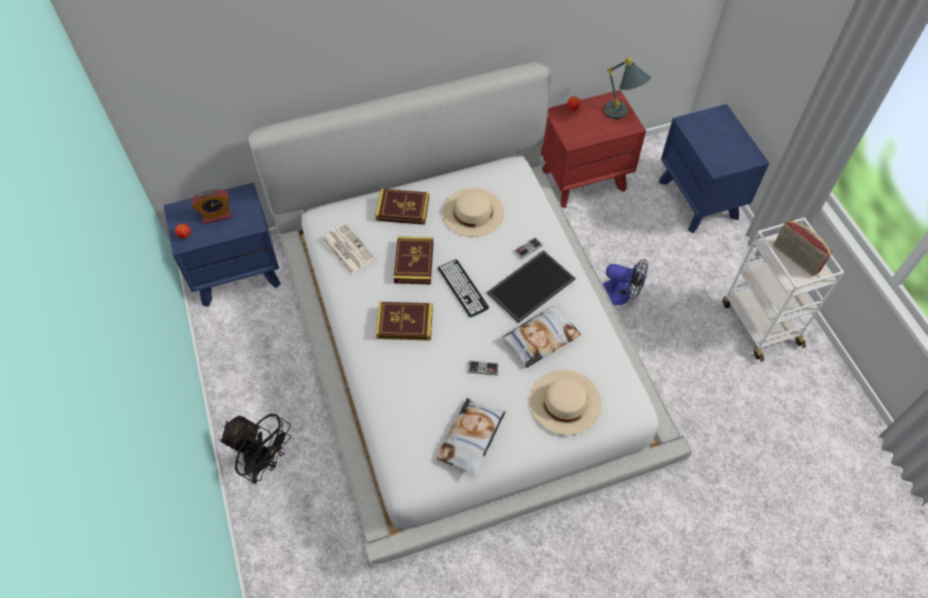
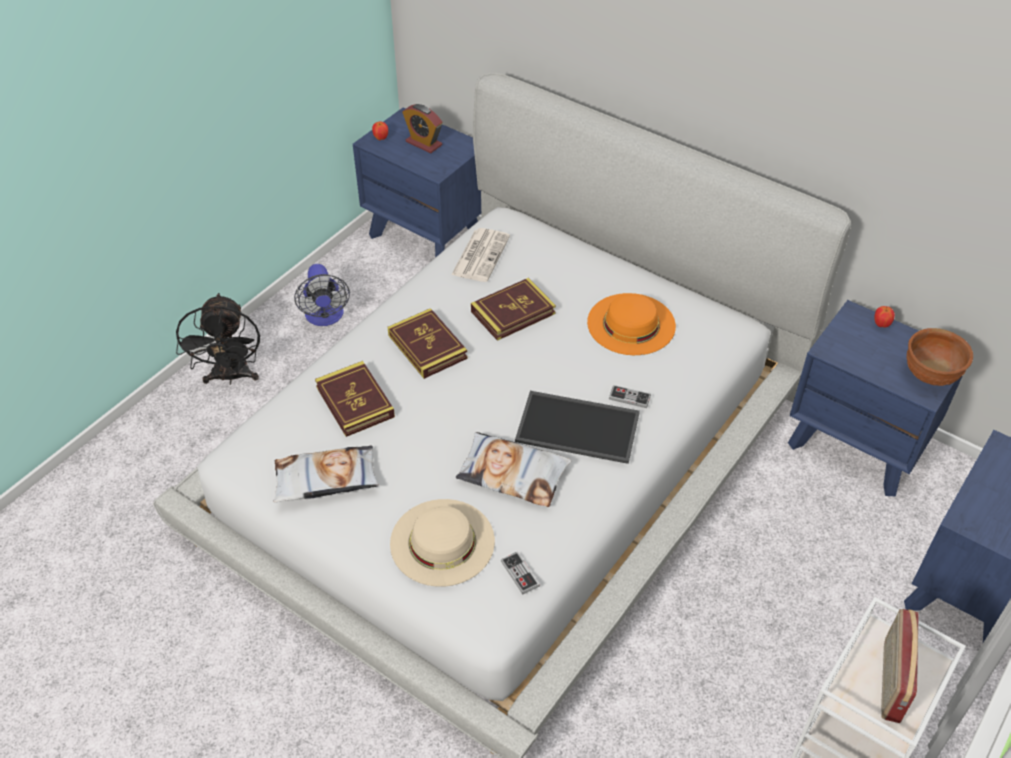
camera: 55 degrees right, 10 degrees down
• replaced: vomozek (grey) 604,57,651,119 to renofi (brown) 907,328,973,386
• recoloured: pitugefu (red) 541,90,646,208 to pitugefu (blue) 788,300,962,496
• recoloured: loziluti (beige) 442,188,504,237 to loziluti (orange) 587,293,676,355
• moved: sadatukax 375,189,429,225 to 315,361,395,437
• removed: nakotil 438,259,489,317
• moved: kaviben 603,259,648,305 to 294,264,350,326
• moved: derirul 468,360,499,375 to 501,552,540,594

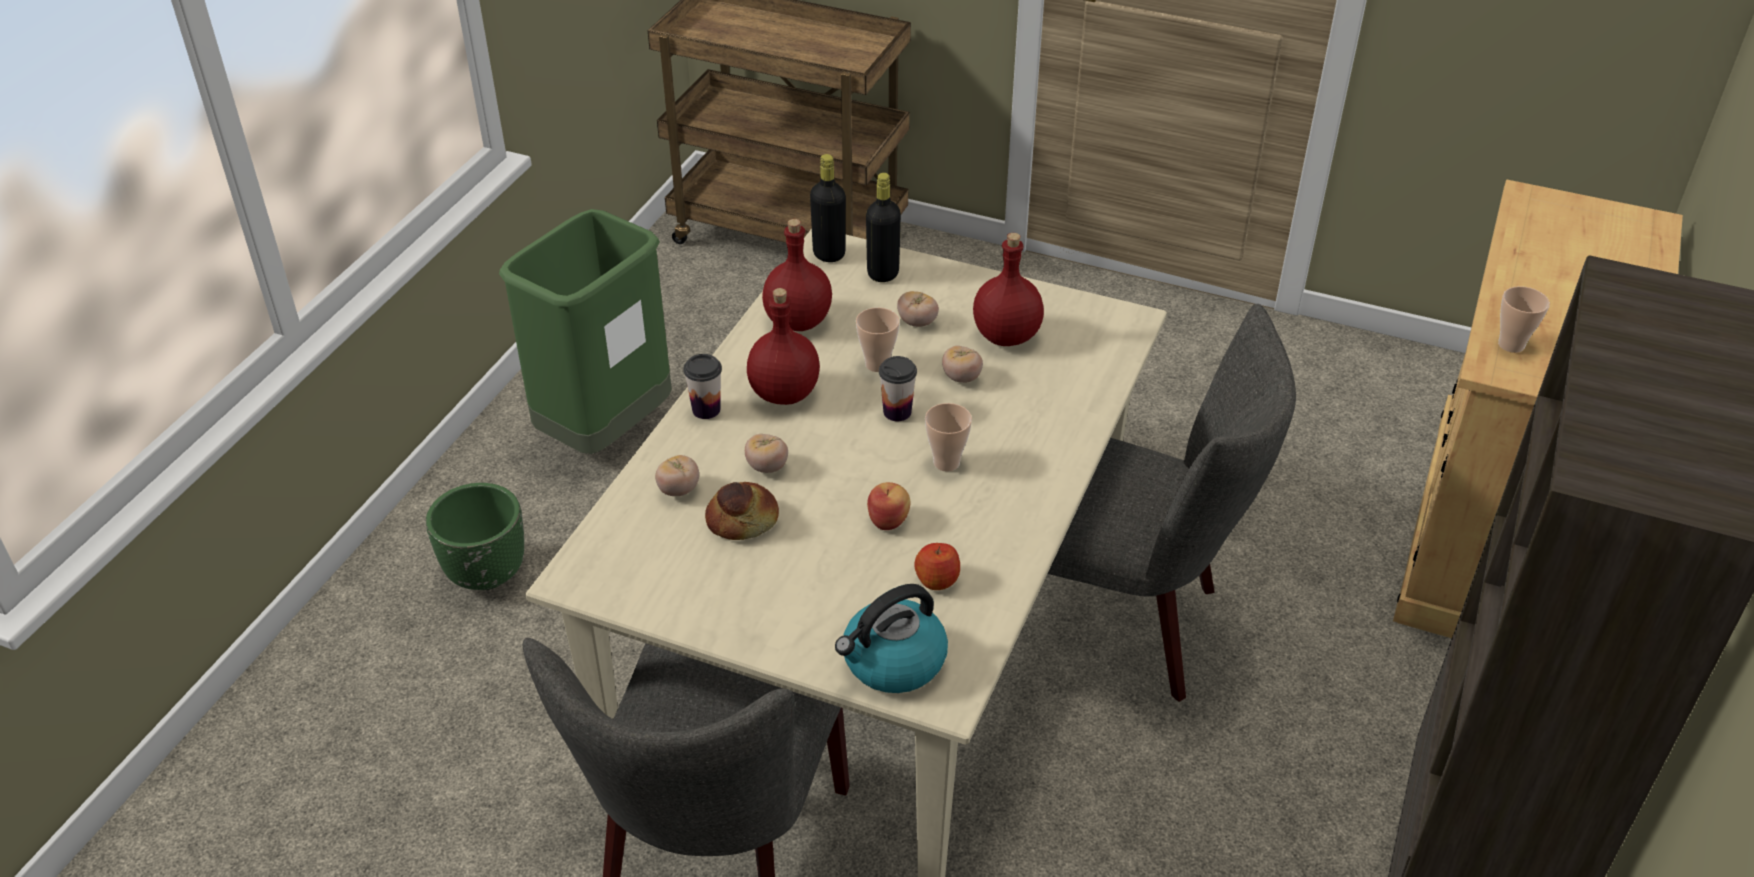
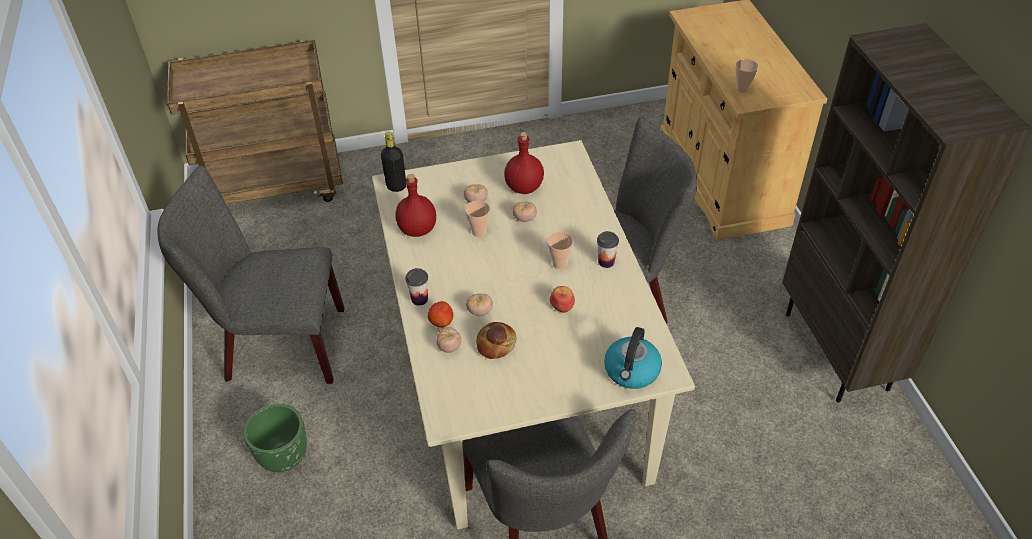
camera: 35 degrees left, 5 degrees up
• removed: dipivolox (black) 866,173,901,282
• replaced: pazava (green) 499,209,672,454 to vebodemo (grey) 157,166,344,384
• removed: dipivolox (red) 747,288,820,405
• moved: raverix 879,356,917,421 to 597,231,619,268
• moved: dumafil 914,543,960,590 to 428,301,453,328

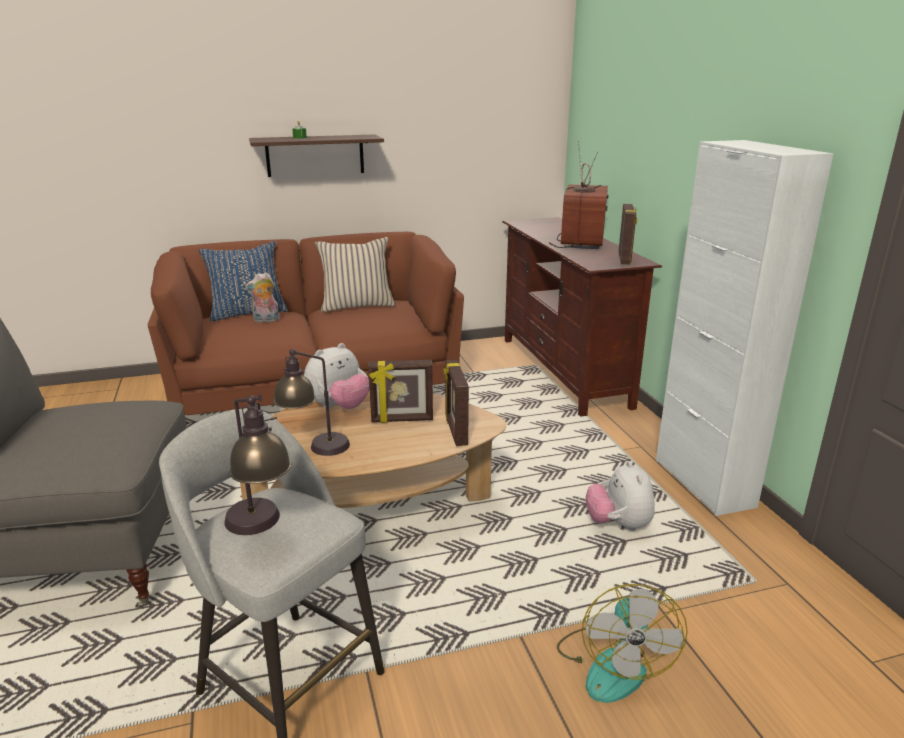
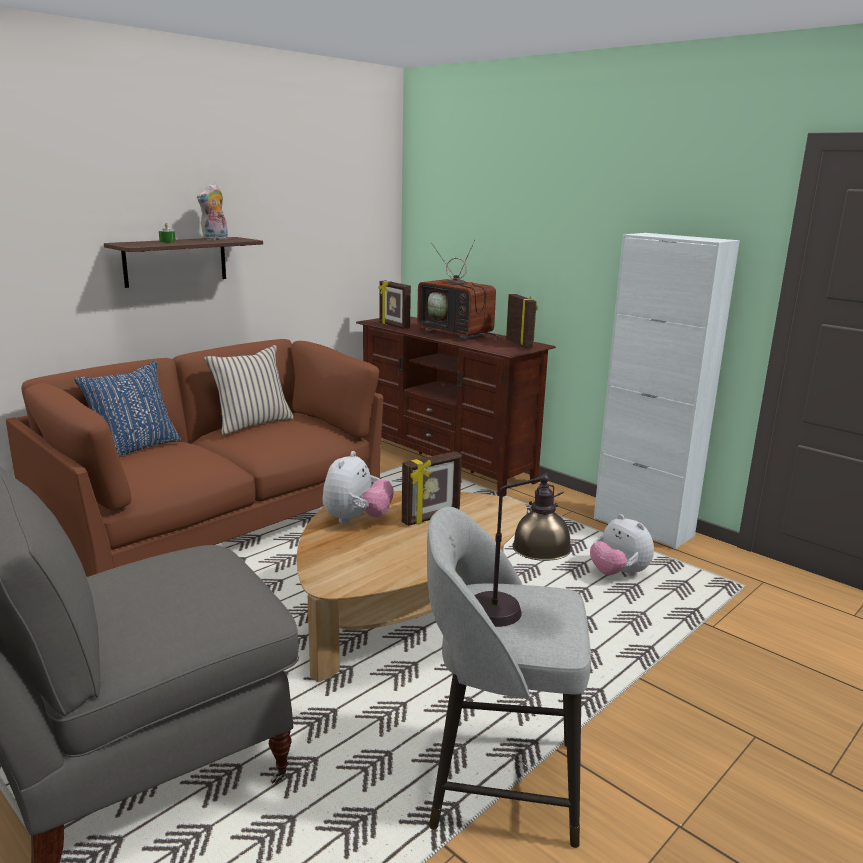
camera: 30 degrees left, 5 degrees down
• turned: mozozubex 549,141,609,249 = 417,240,498,340 150 degrees clockwise
• moved: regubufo 245,272,280,323 to 197,184,228,240
• removed: vomozek 273,349,350,456
• moved: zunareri 443,360,469,446 to 378,280,411,329
• removed: kaviben 557,584,688,703

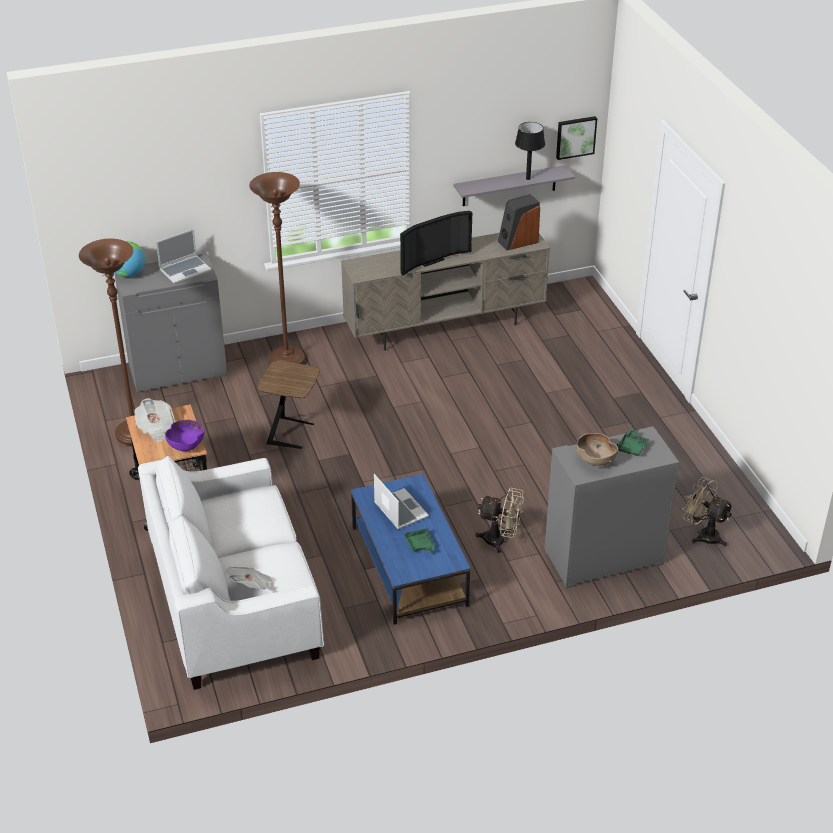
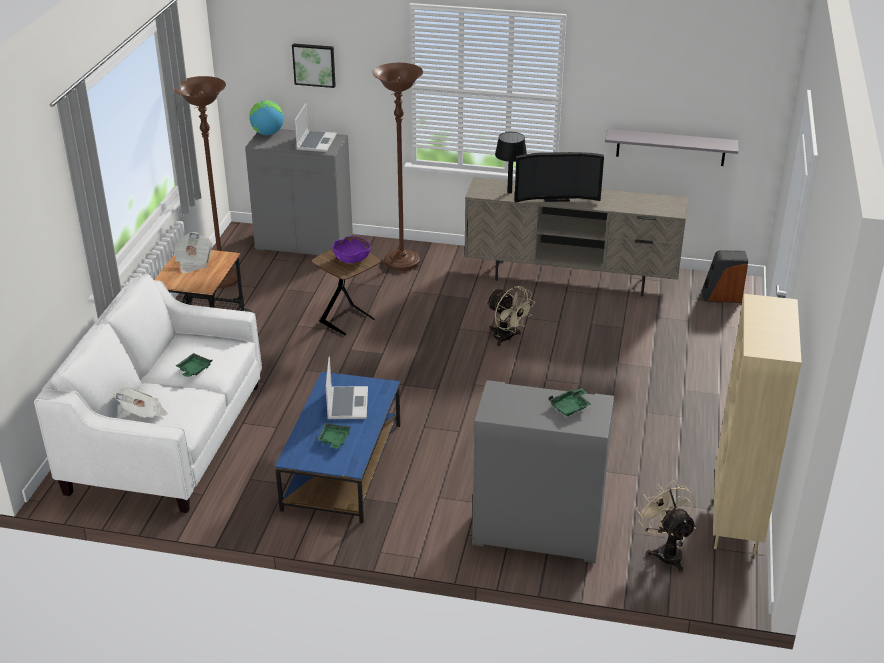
camera: 30 degrees right, 5 degrees down
• moved: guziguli 556,116,597,160 to 292,43,336,88
• moved: vomozek (black) 515,122,545,180 to 495,132,527,194
• moved: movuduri 498,194,540,250 to 702,250,748,303
• turned: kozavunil 156,229,212,284 = 295,103,337,152 75 degrees counterclockwise
• moved: renofi (purple) 165,420,205,451 to 332,236,371,263
• removed: renofi (brown) 576,433,618,466
• moved: kaviben (beige) 475,488,524,553 to 486,286,535,346
• added: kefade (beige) 713,294,802,555
• added: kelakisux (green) 176,353,213,377

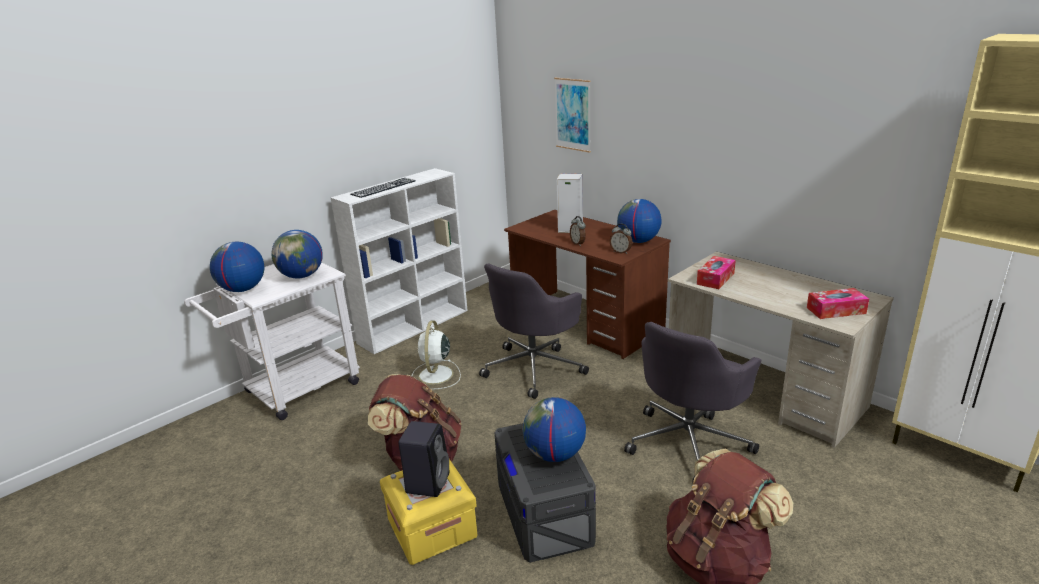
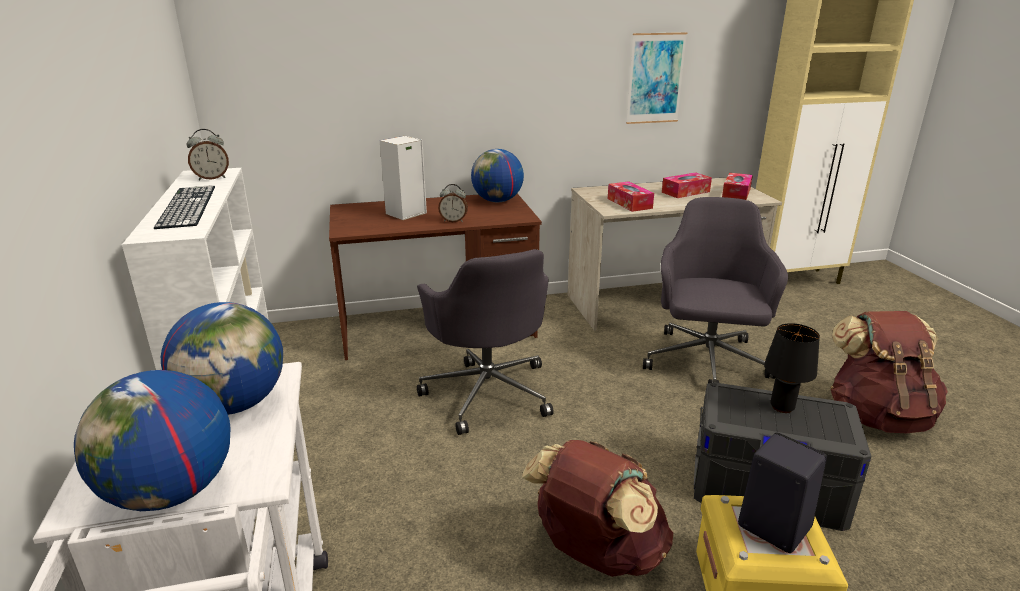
camera: 60 degrees left, 0 degrees up
• moved: guziguli 554,78,591,153 to 626,32,687,124
• moved: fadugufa 610,224,633,254 to 186,129,229,180
• removed: kaviben (white) 412,321,461,389
• turned: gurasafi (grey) 624,322,761,481 = 643,197,788,383 150 degrees counterclockwise
• replaced: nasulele 523,397,586,462 to vomozek (black) 764,323,820,413
• added: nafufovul 662,172,712,198

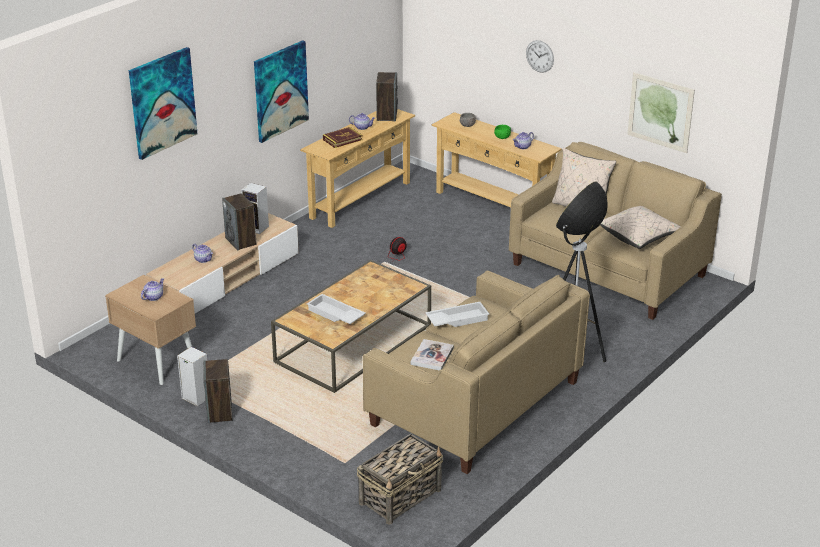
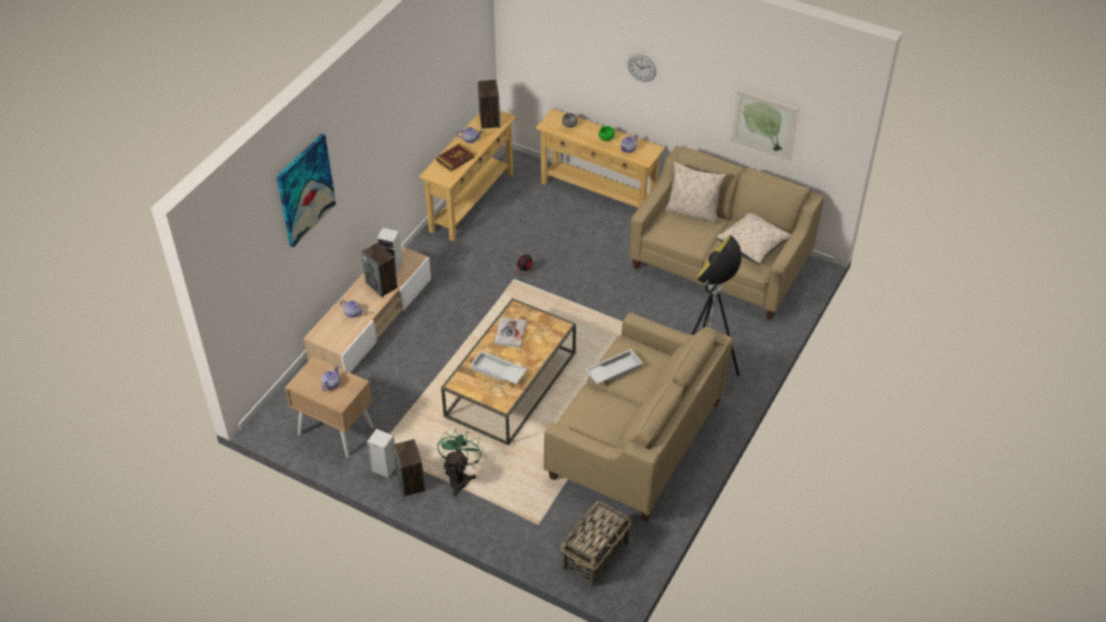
camera: 10 degrees left, 15 degrees up
• removed: guziguli 254,40,309,143
• moved: sadatukax 411,339,454,371 to 494,317,527,348
• added: kaviben (green) 437,429,483,497

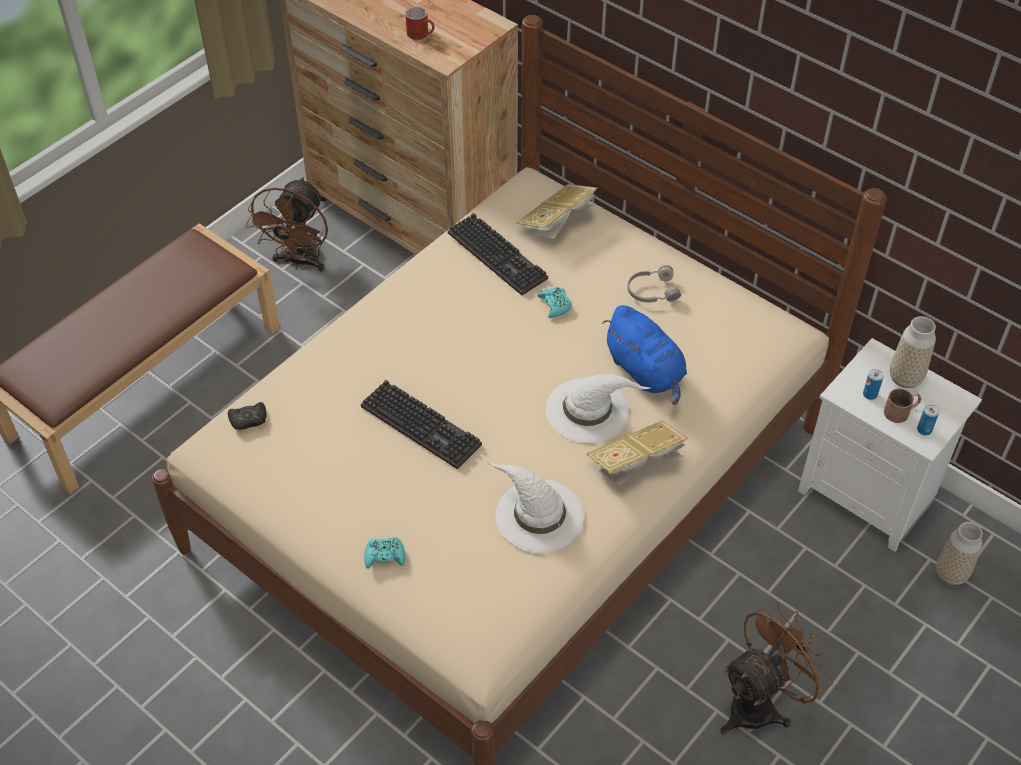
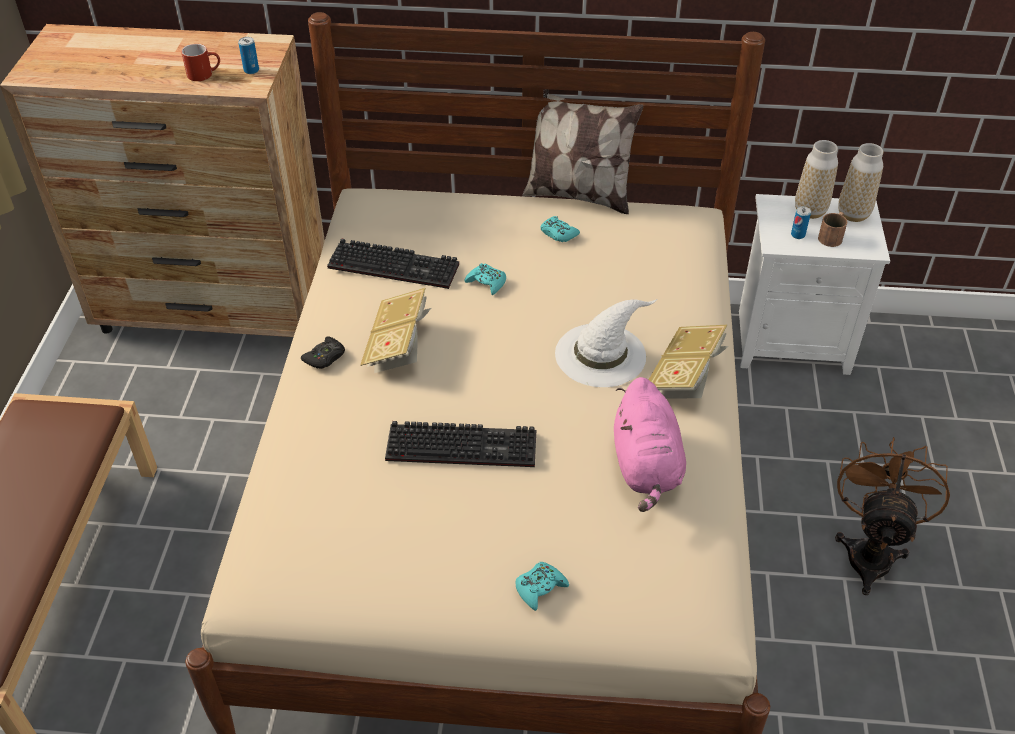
camera: 35 degrees left, 5 degrees down
• removed: kaviben (brown) 246,177,328,272
• moved: sadatukax 516,184,597,239 to 360,288,431,373
• replaced: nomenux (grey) 627,265,681,302 to derirul (turquoise) 540,216,580,242
• removed: regubufo (blue) 603,305,687,405
• moved: derirul (black) 228,402,267,430 to 301,337,345,369
• moved: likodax 917,404,939,435 to 238,37,259,74
• replaced: loziluti (white) 487,461,584,553 to regubufo (pink) 614,377,686,512
• moved: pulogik 936,522,983,585 to 838,143,883,222
• added: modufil 522,89,643,214

